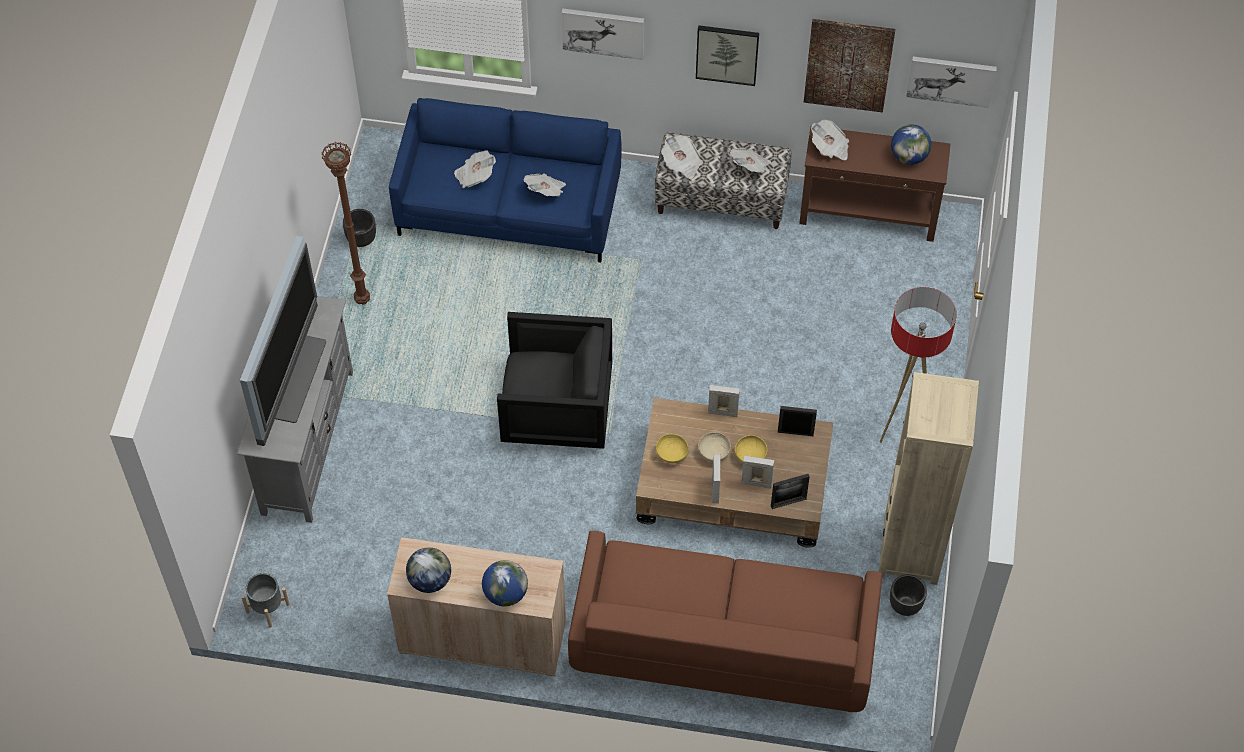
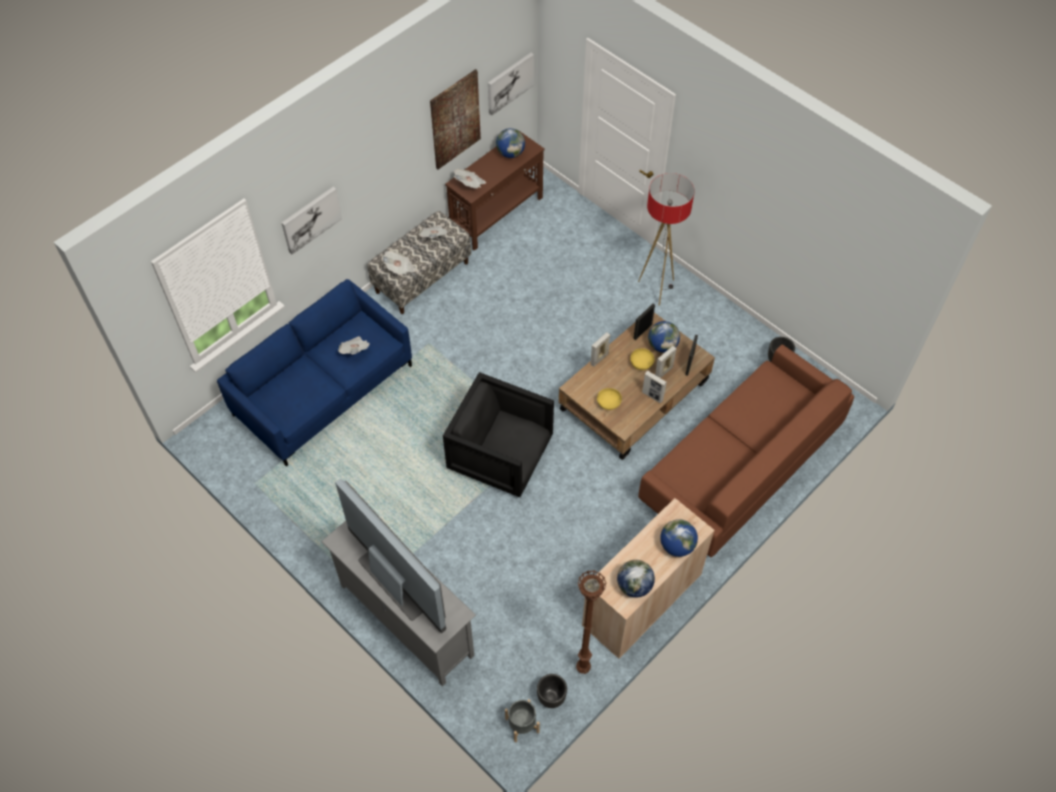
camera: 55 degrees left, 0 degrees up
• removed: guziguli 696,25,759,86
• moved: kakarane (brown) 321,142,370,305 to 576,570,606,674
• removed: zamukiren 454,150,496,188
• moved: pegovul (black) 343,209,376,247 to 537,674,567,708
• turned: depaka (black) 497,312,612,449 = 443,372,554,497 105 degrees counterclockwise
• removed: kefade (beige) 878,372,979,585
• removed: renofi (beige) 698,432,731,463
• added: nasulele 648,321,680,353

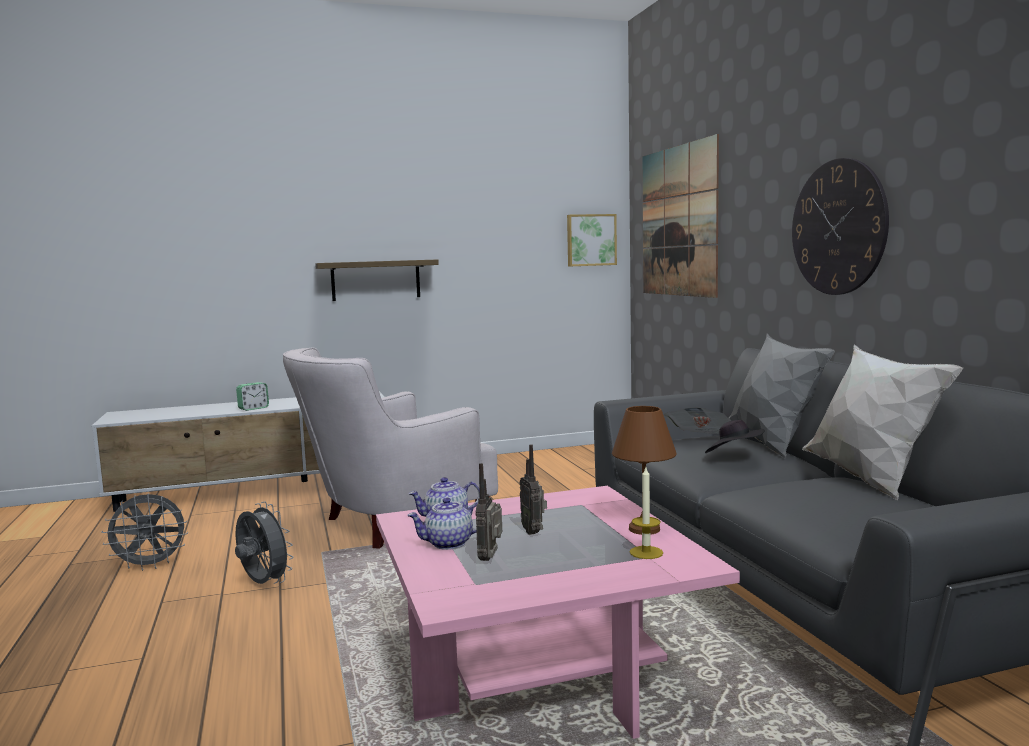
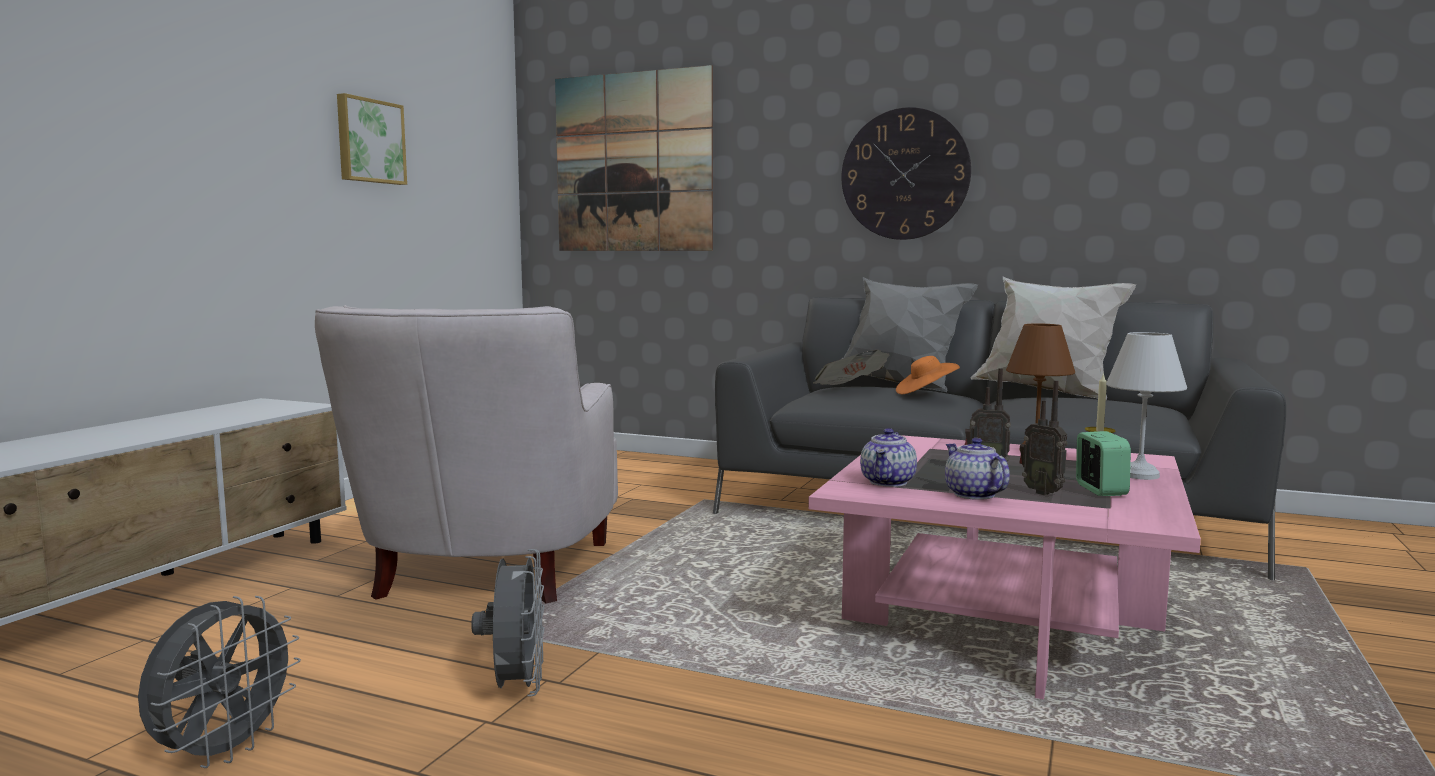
camera: 50 degrees left, 0 degrees up
• moved: guziguli 567,214,617,266 to 337,93,407,185
• removed: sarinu 315,259,439,301
• moved: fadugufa 236,382,269,411 to 1076,431,1131,496
• recoloured: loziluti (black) 705,420,765,453 to loziluti (orange) 896,356,960,394
• turned: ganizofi 407,498,477,550 = 945,438,1010,500 135 degrees clockwise
• turned: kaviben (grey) 235,502,294,584 = 471,549,545,697 90 degrees clockwise
• added: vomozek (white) 1106,332,1187,480

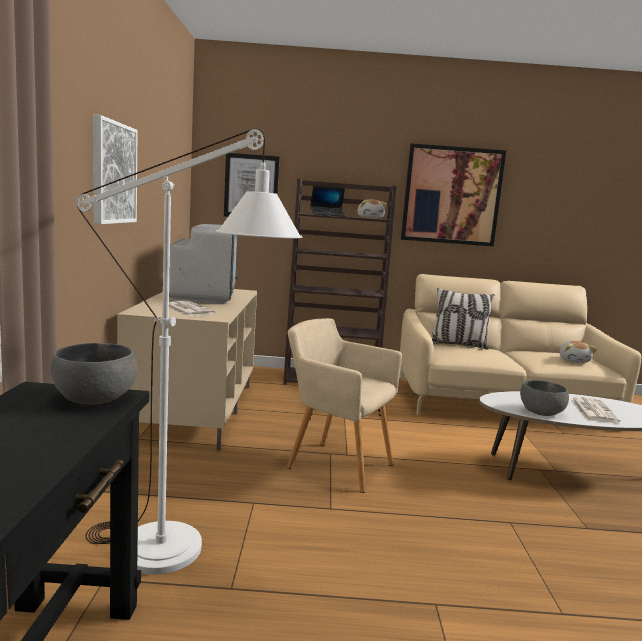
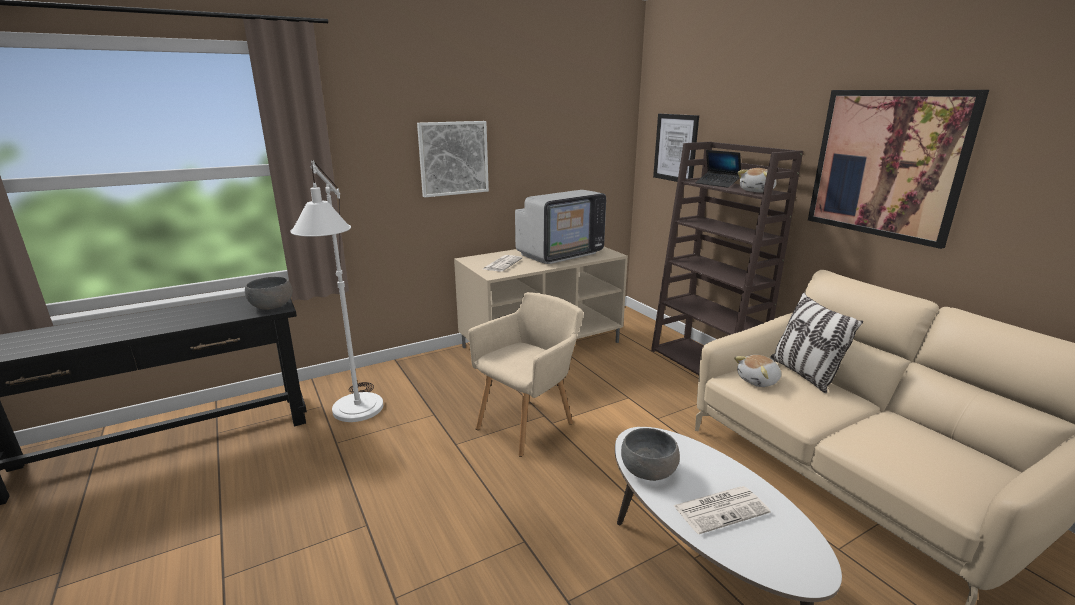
camera: 60 degrees right, 10 degrees up
• turned: depaka (beige) 287,318,402,493 = 468,292,583,457 45 degrees clockwise
• moved: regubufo 559,341,597,363 to 734,355,781,387

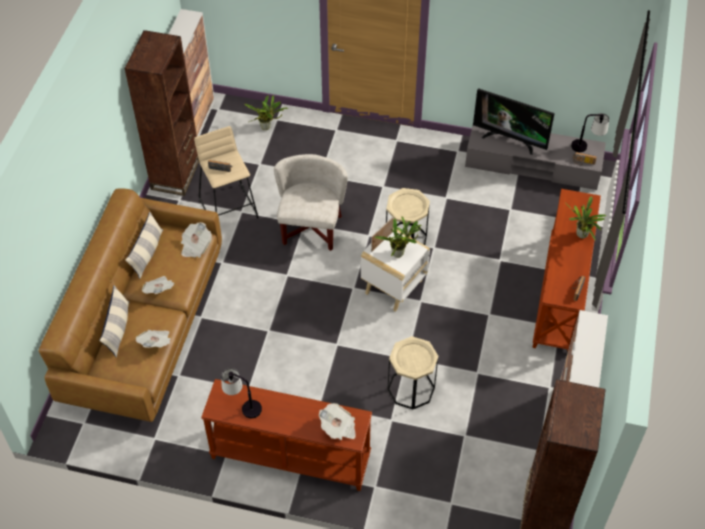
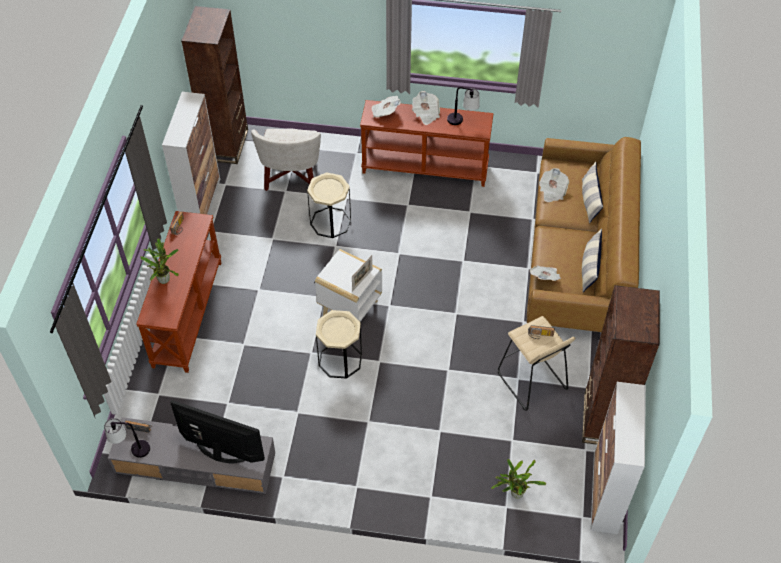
camera: 175 degrees right, 0 degrees up
• moved: depaka (white) 274,154,348,251 to 251,129,321,191
• removed: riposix 374,216,421,258
• moved: zamukiren 142,276,175,294 to 412,91,440,125

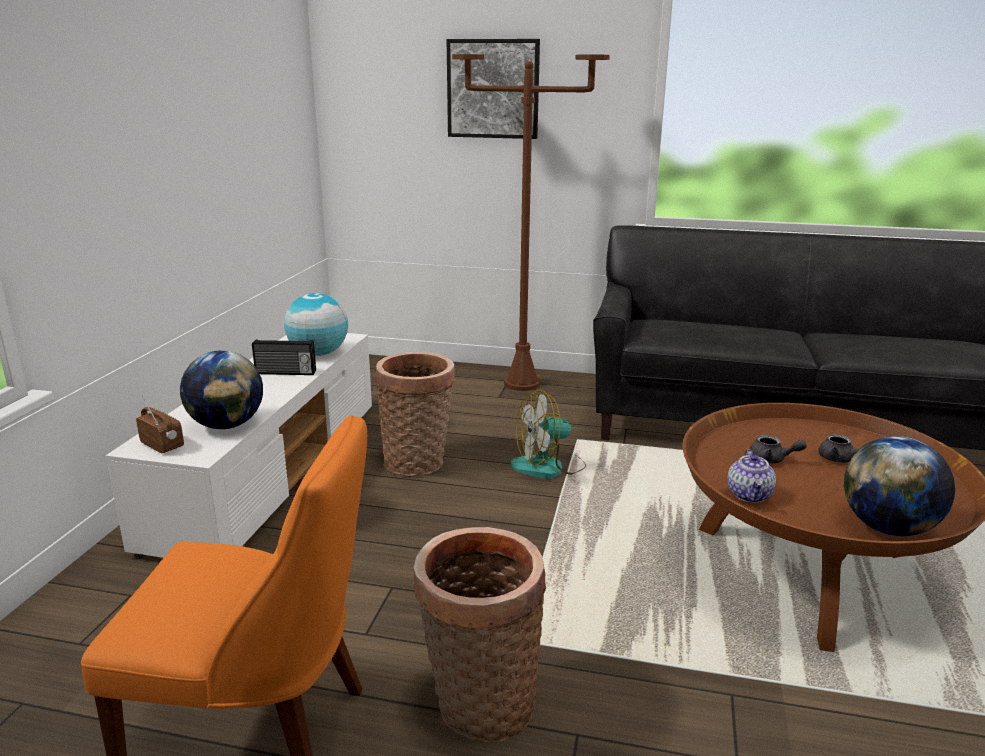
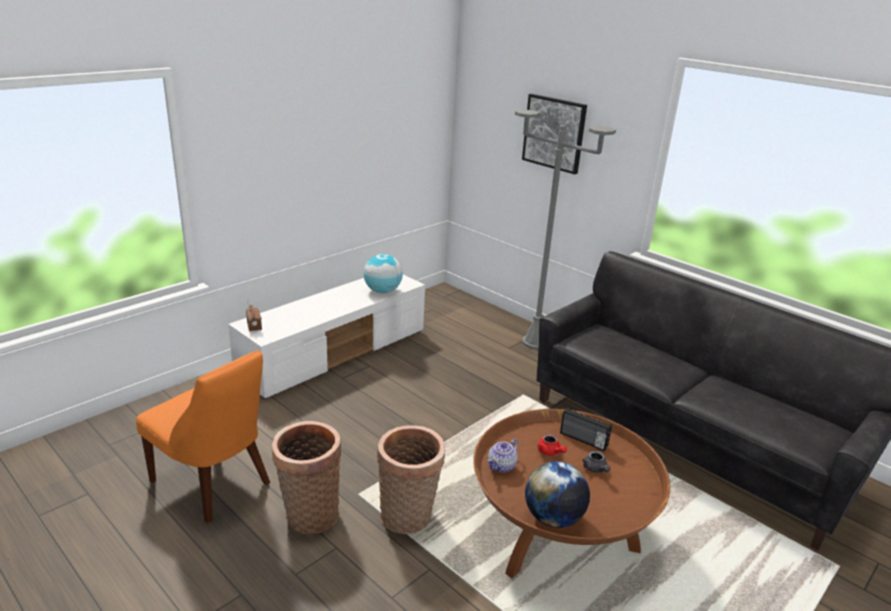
camera: 30 degrees right, 5 degrees up
• recoloured: kakarane (brown) 452,54,610,391 to kakarane (grey) 515,110,616,349
• moved: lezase 252,339,316,375 to 560,407,612,451
• removed: nasulele 180,350,263,429
• moved: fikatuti 375,352,455,477 to 377,425,445,534
• removed: kaviben 511,390,586,479
• recoloured: ganizofi (grey) 750,435,807,464 to ganizofi (red) 538,434,567,455

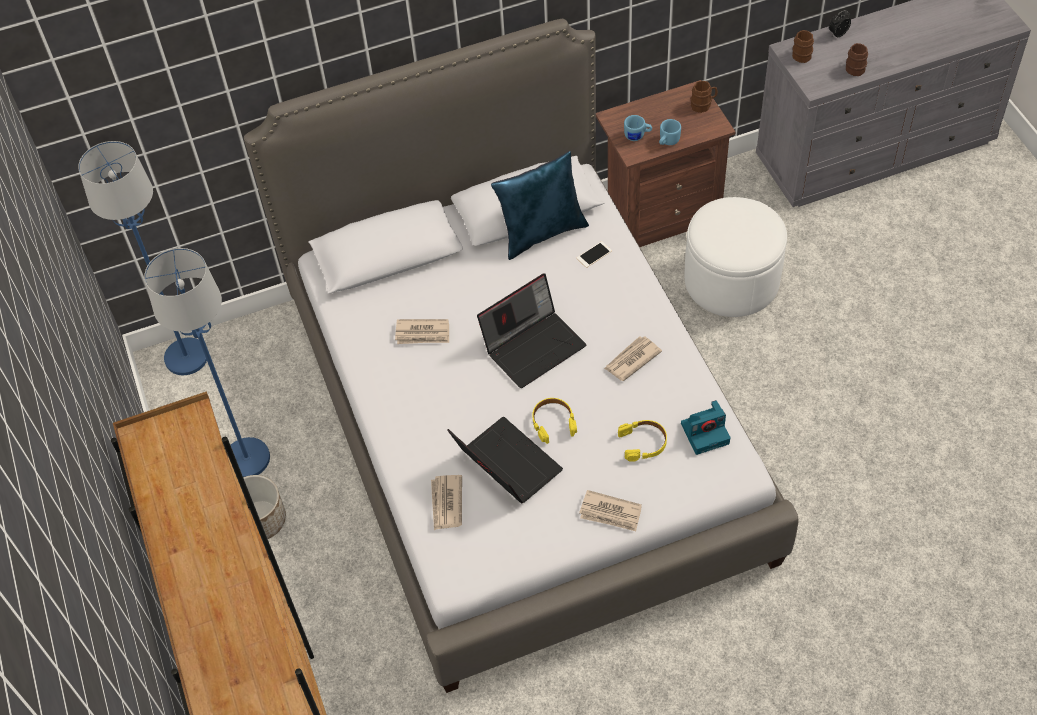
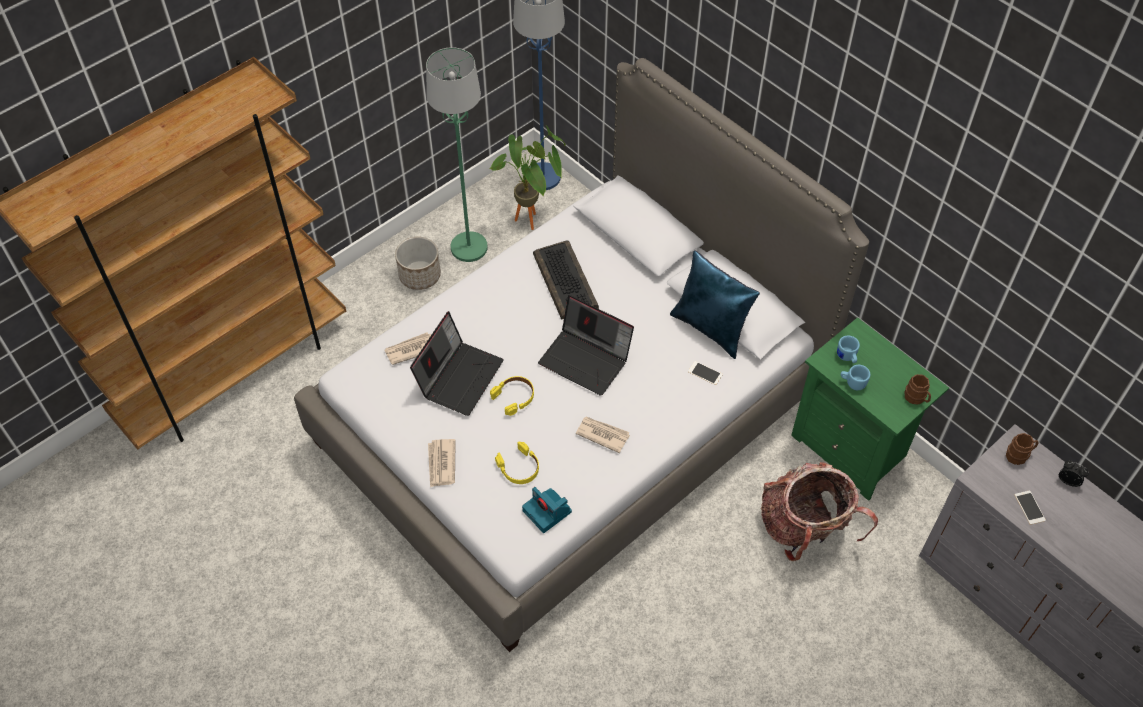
camera: 65 degrees right, 0 degrees up
• replaced: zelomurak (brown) 846,43,868,76 to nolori 1015,491,1046,525
• recoloured: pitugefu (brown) 596,80,735,247 to pitugefu (green) 791,317,949,501
• replaced: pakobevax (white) 684,197,787,317 to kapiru 761,462,878,561
• recoloured: kakarane (blue) 144,248,270,477 to kakarane (green) 426,47,488,262
• replaced: zamukiren 395,319,449,344 to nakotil 533,241,599,319
• added: riposix 489,125,566,230

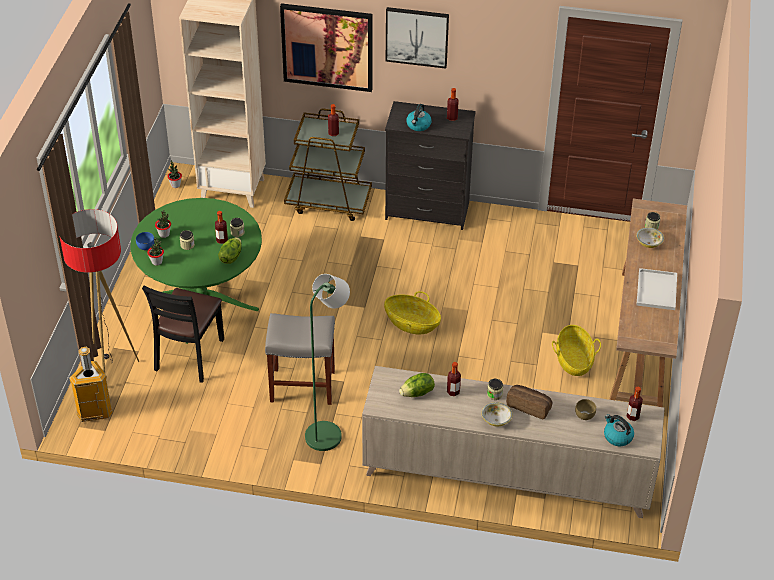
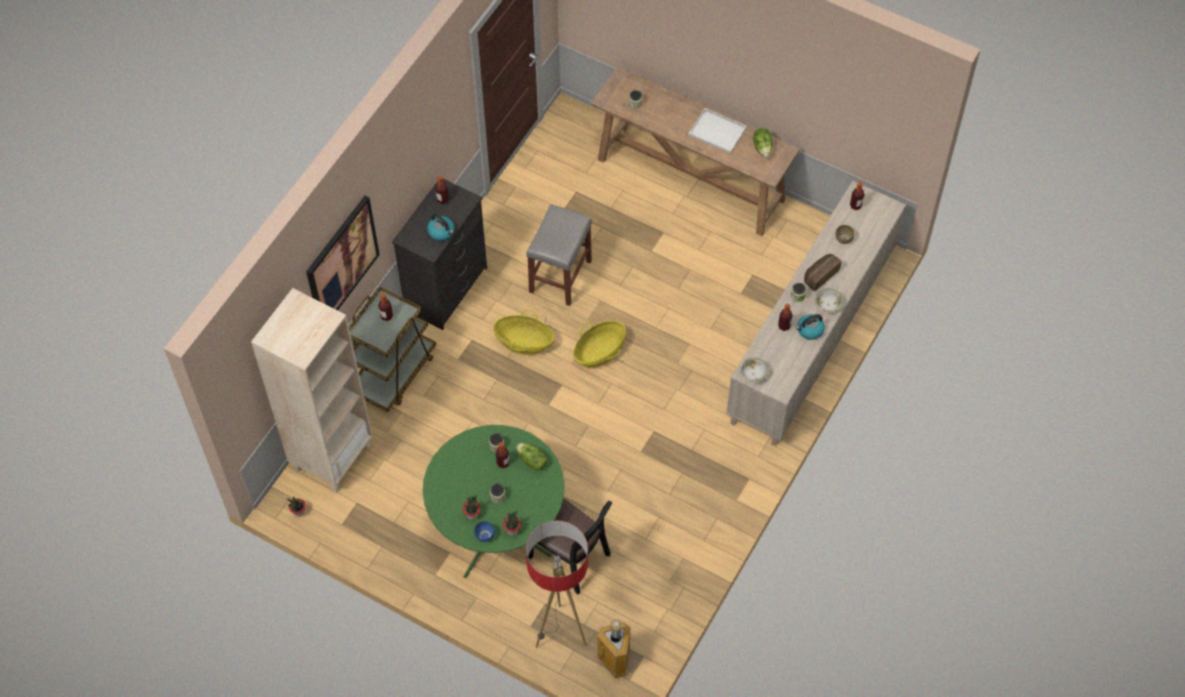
camera: 70 degrees left, 15 degrees up
• removed: guziguli 386,7,449,69
• moved: renofi 636,227,664,248 to 739,357,769,382
• removed: kakarane (green) 305,274,350,451
• moved: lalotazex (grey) 265,313,335,405 to 526,204,592,306
• moved: fikatuti 552,325,601,376 to 494,309,554,355
• moved: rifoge 399,373,435,397 to 753,128,772,158
• moved: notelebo 604,414,634,446 to 796,314,825,340

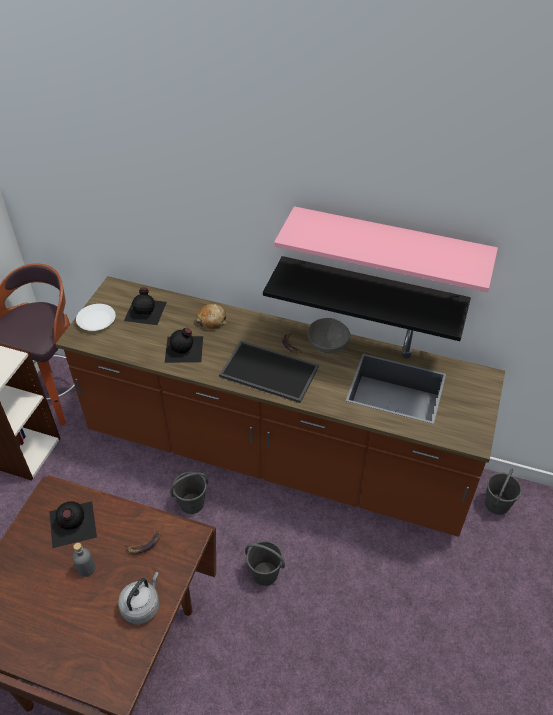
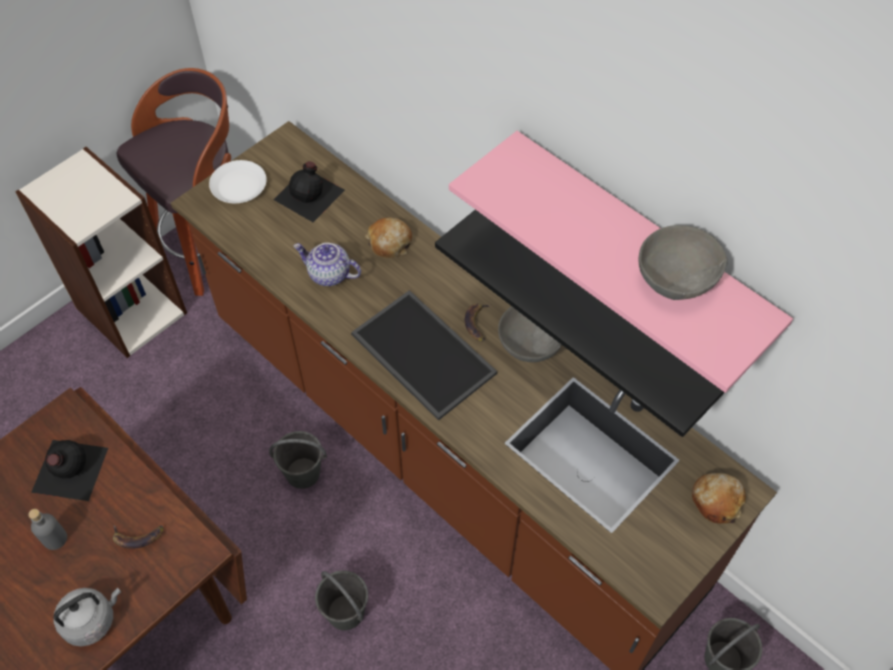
camera: 25 degrees right, 10 degrees up
• replaced: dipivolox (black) 165,328,203,363 to ganizofi 294,243,361,286
• added: renofi (grey) 639,225,728,300
• added: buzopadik 692,473,746,524

